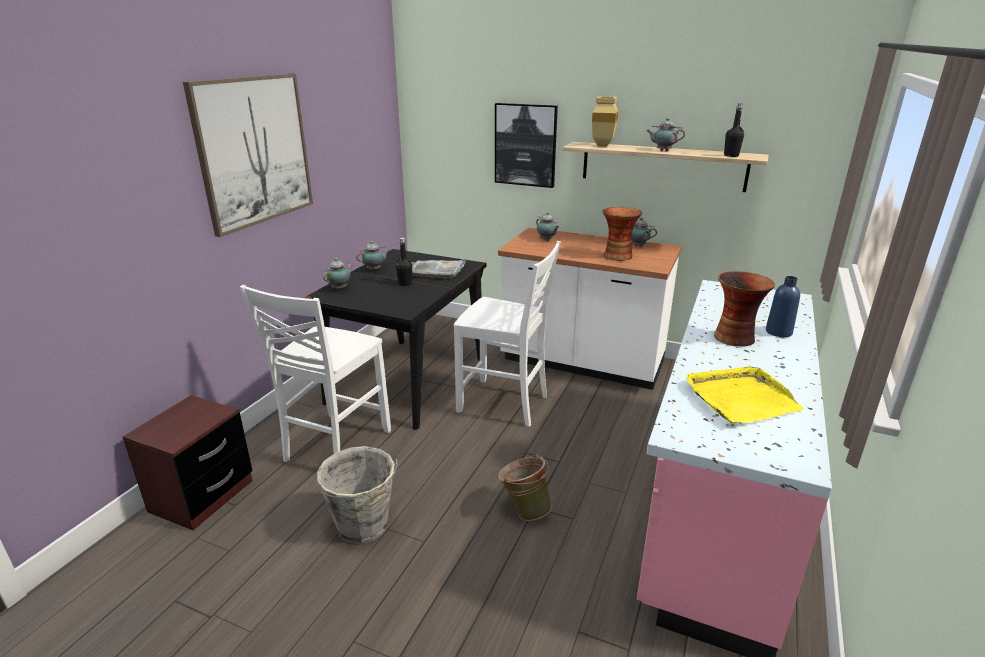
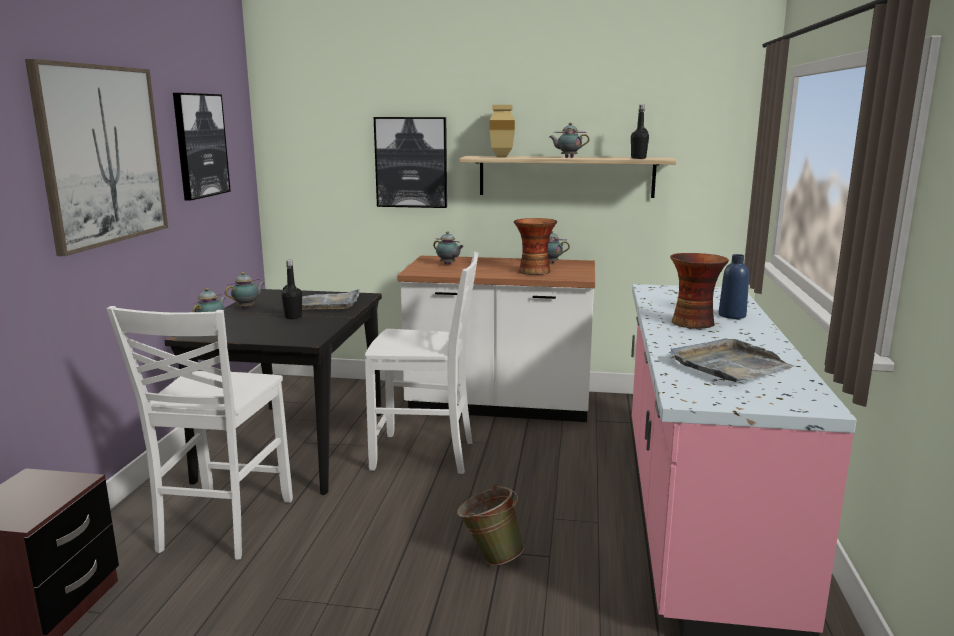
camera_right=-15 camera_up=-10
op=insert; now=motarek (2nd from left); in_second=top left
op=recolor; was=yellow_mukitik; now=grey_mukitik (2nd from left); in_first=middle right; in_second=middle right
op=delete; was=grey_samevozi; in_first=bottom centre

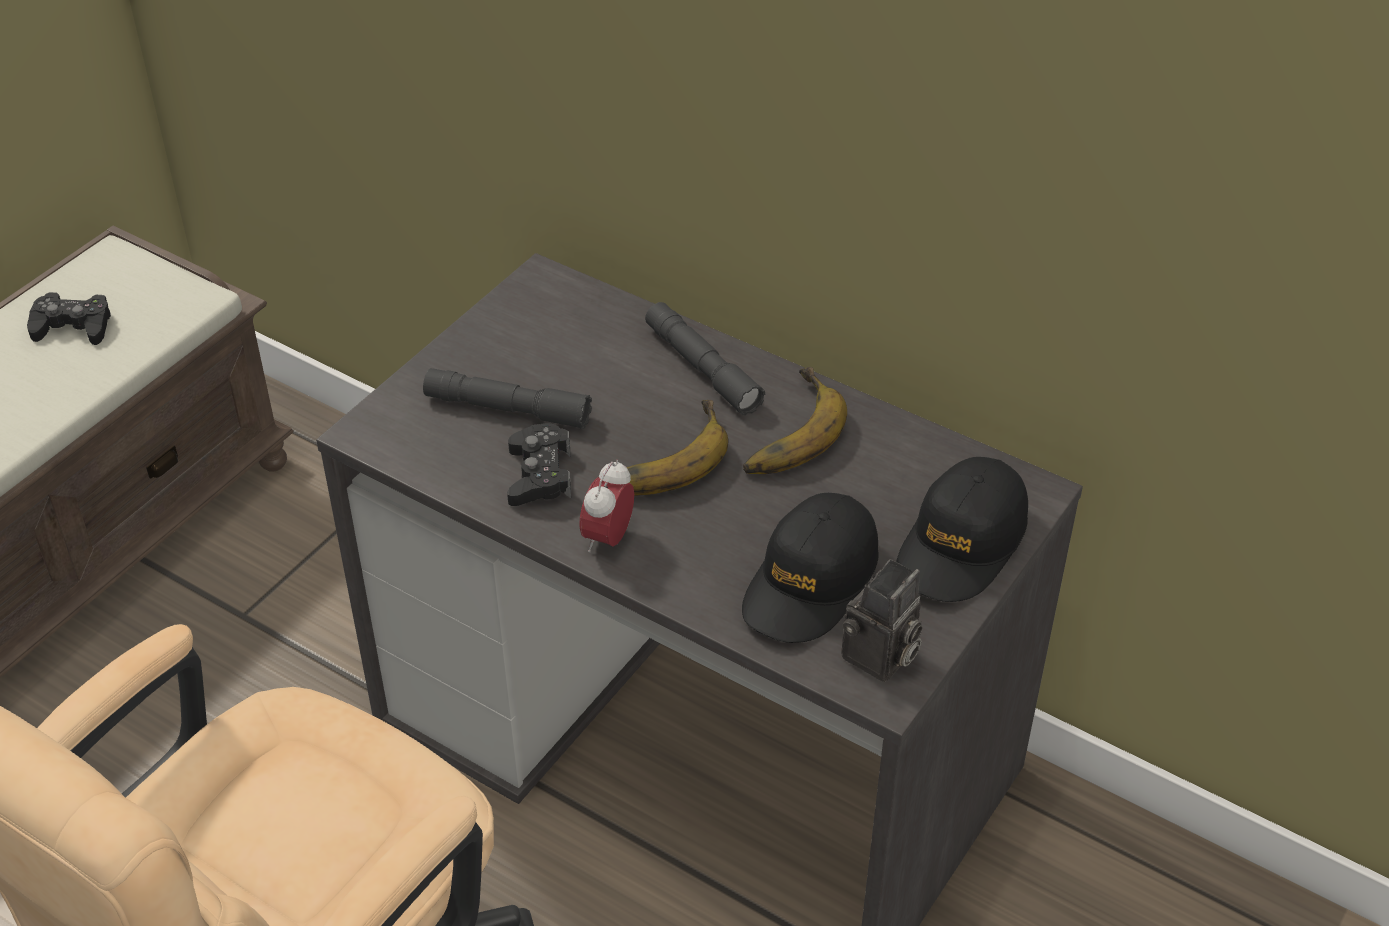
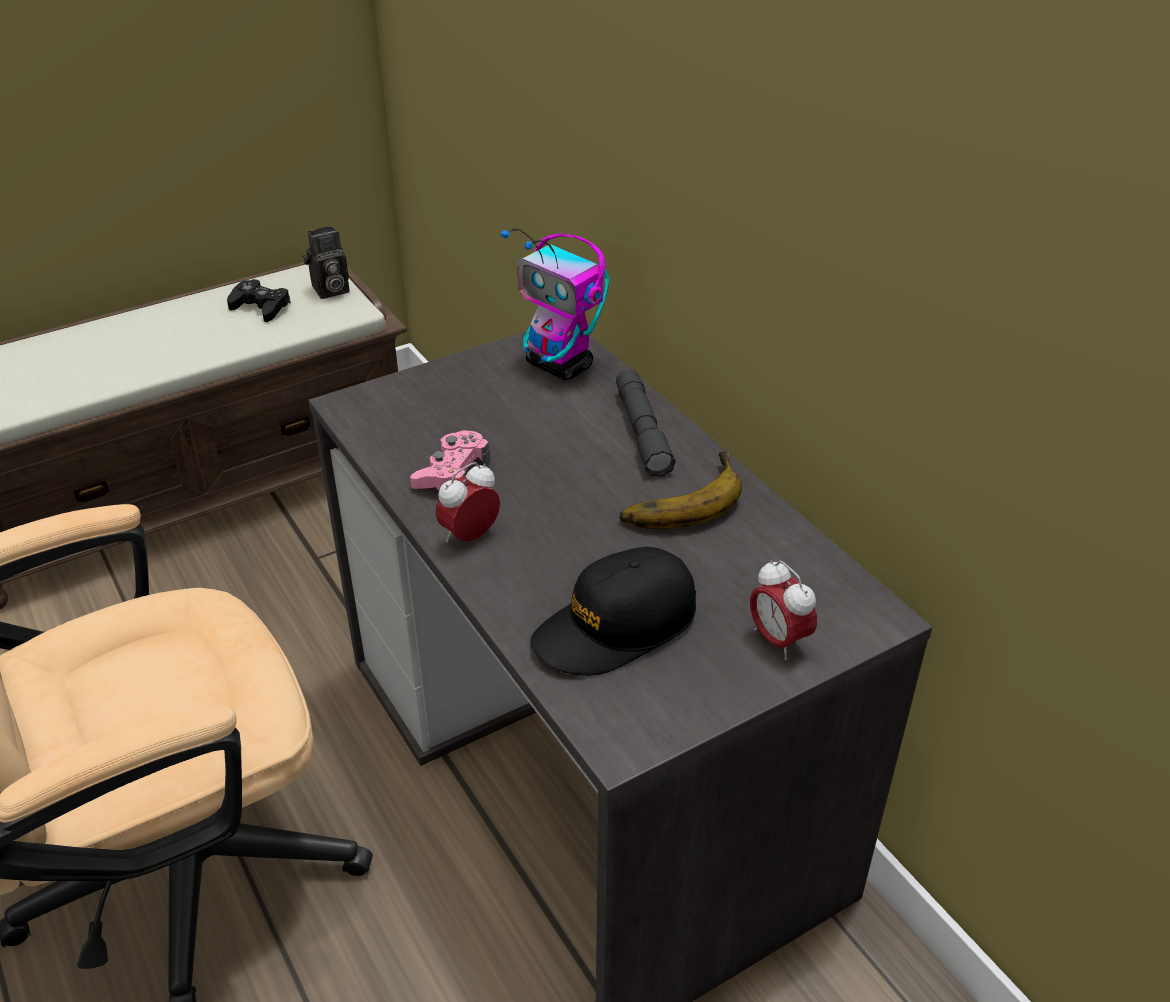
camera_right=25 camera_up=-5
op=move; was=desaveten; in_first=bottom centre; in_second=top left
op=recolor; was=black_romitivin (2nd from left); now=pink_romitivin; in_first=centre; in_second=centre
op=insert; now=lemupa; in_second=top centre
op=replace; was=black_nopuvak (2nd from left); now=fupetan (2nd from left); in_first=middle right; in_second=middle right
op=delete; was=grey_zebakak (1st from left); in_first=centre
op=delete; was=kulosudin (1st from left); in_first=centre

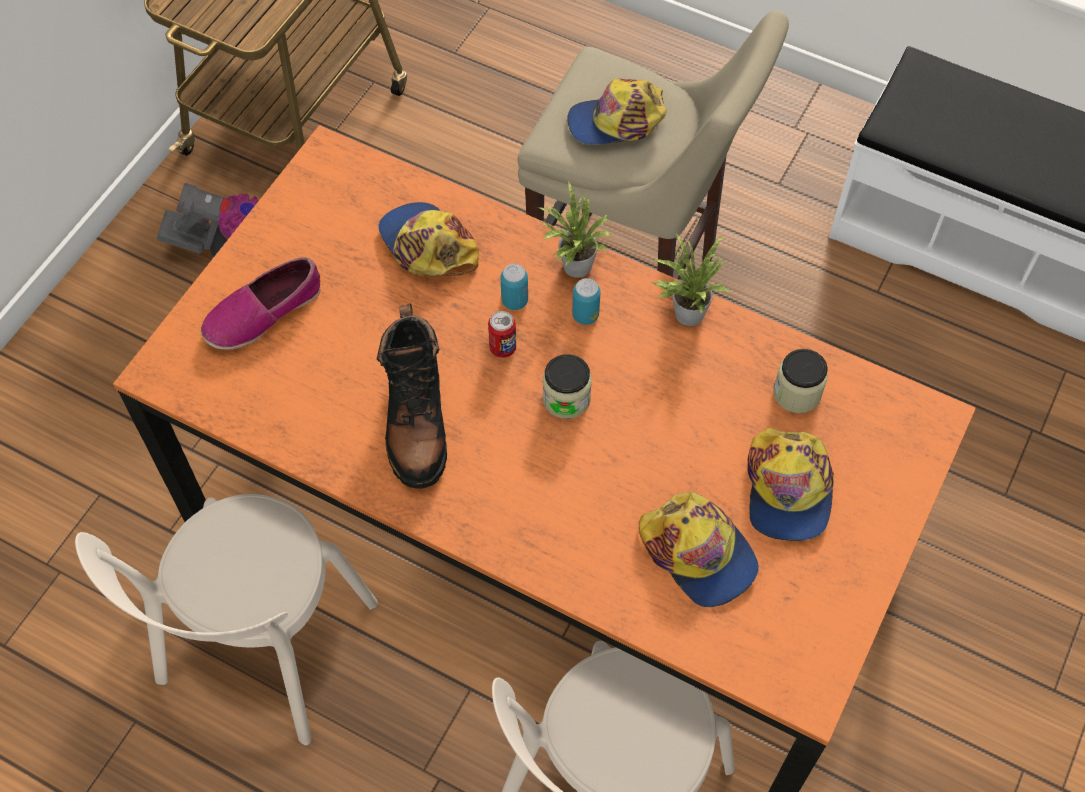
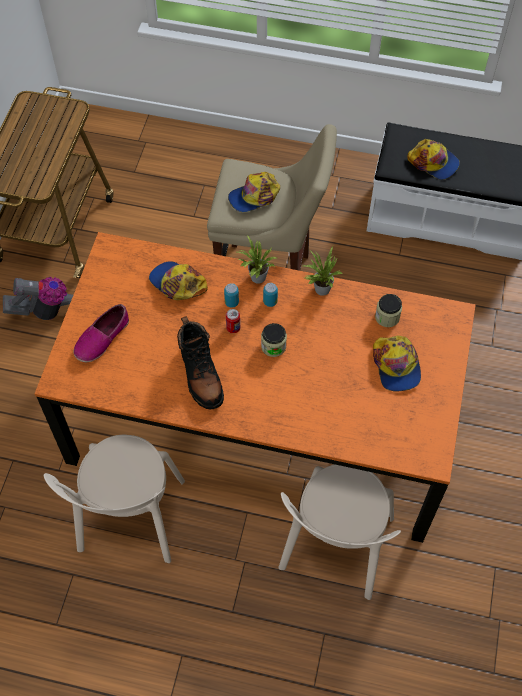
camera_right=-15 camera_up=0
op=move; was=nopuvak (3rd from left in the first image); now=nopuvak (4th from left); in_first=bottom centre; in_second=top right

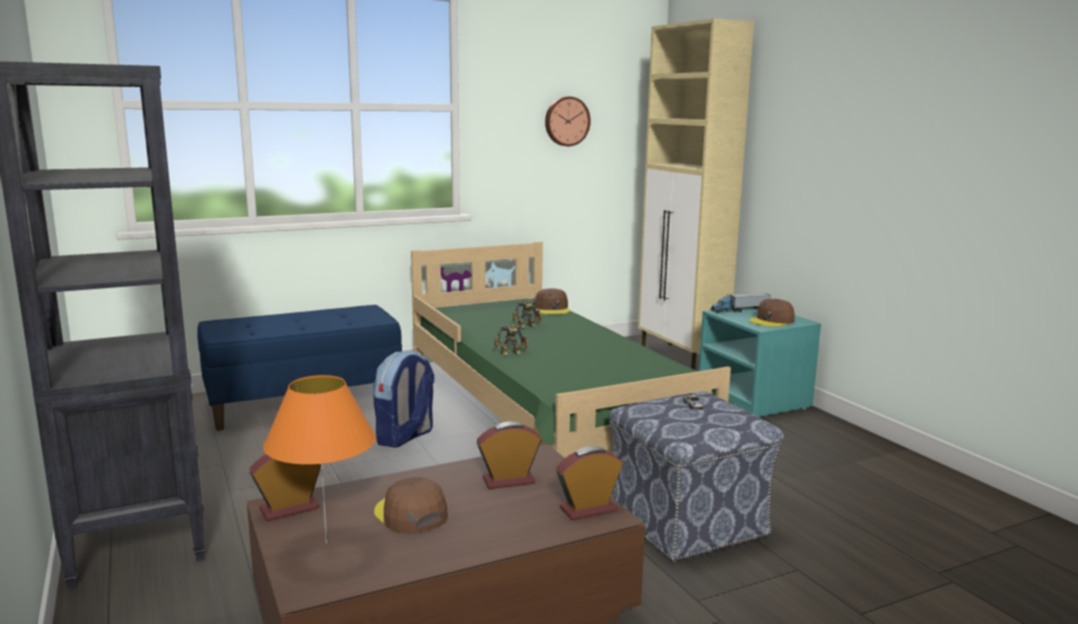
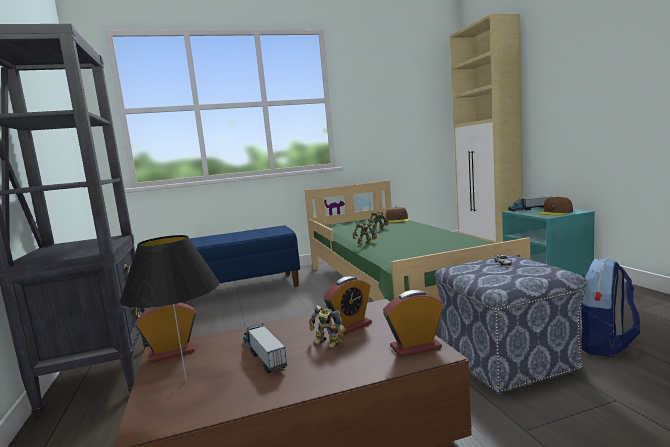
camera_right=10 camera_up=-5
op=recolor; was=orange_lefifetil; now=black_lefifetil; in_first=bottom left; in_second=bottom left
op=replace; was=brown_nopuvak (1st from left); now=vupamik (1st from left); in_first=bottom centre; in_second=bottom centre
op=insert; now=lemupa (1st from left); in_second=bottom centre
op=rotate; was=fupetan (2nd from left); in_first=bottom centre; in_second=bottom centre; clockwise=150
op=move; was=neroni; in_first=centre; in_second=bottom right
op=delete; was=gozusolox; in_first=top centre

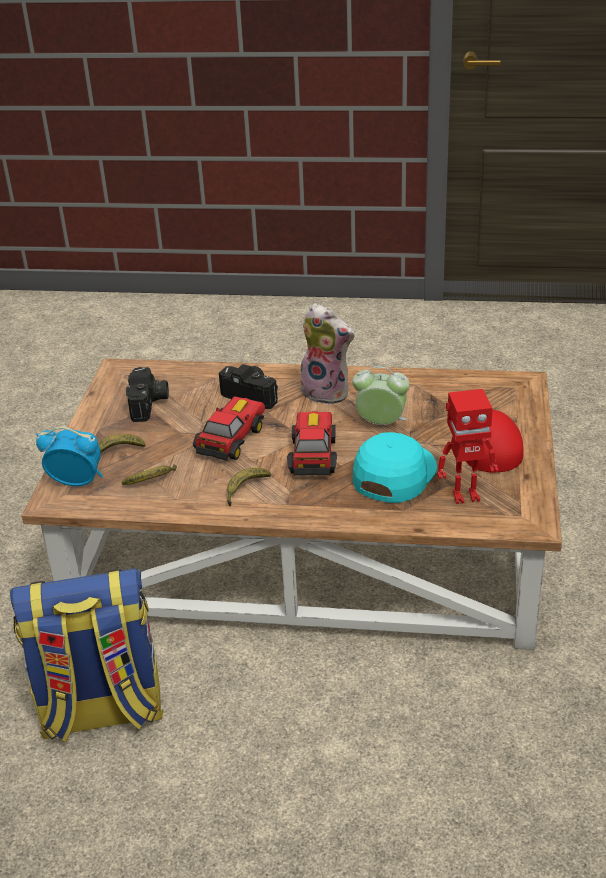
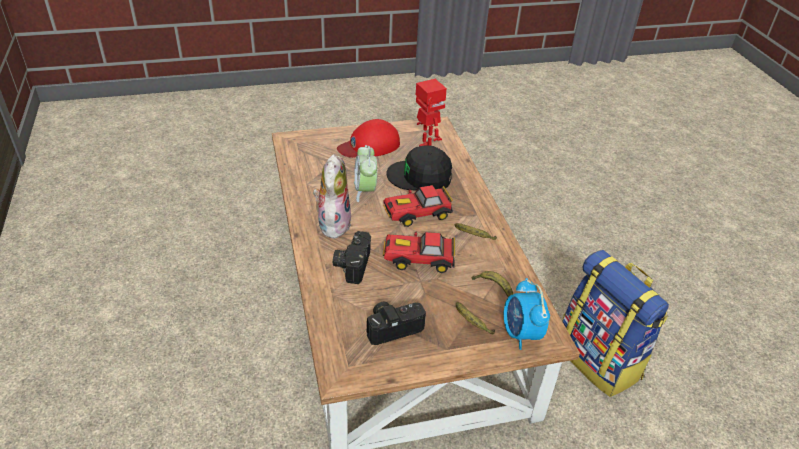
camera_right=-115 camera_up=5
op=recolor; was=turquoise_nopuvak; now=black_nopuvak; in_first=centre; in_second=centre

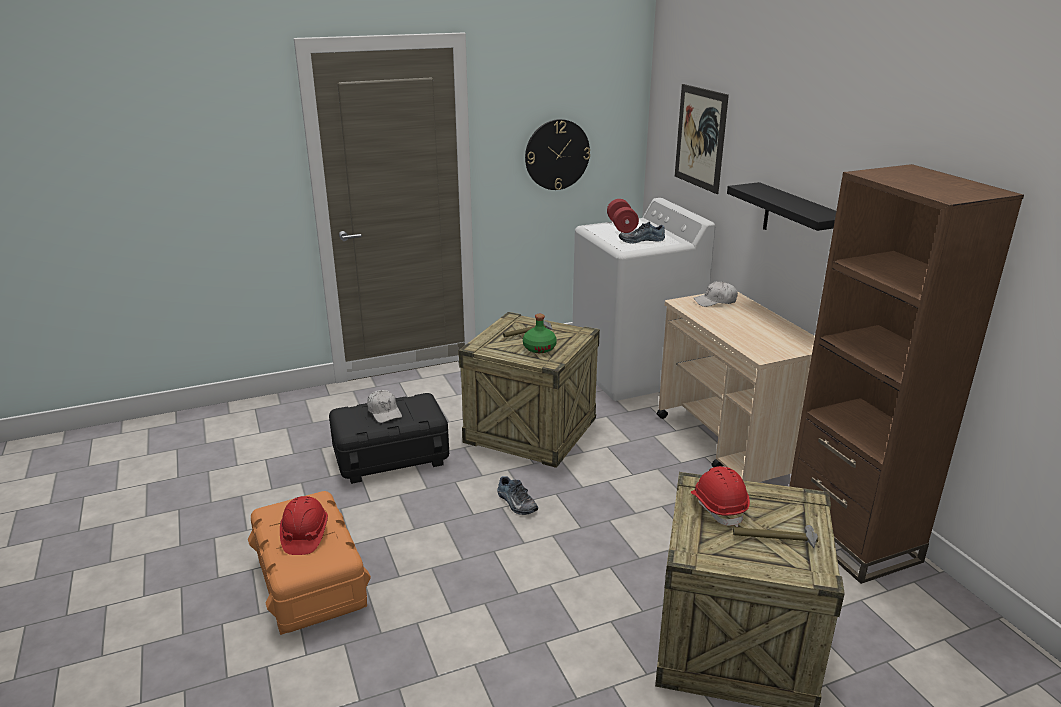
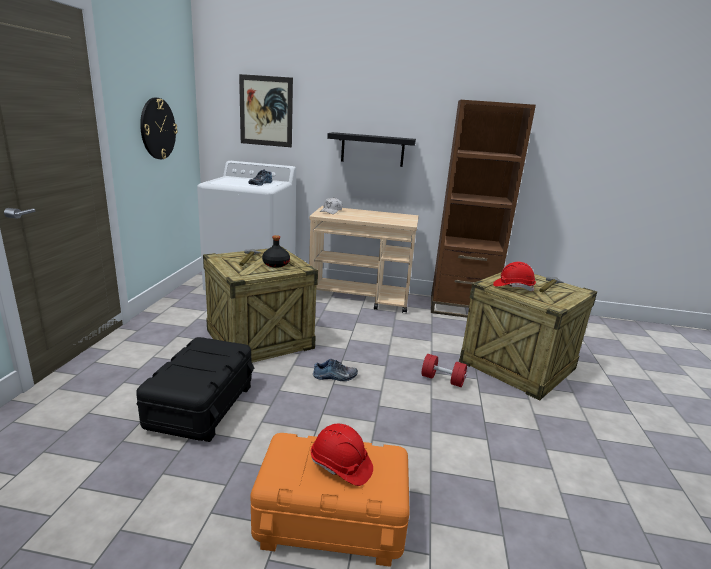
camera_right=-60 camera_up=-5
op=recolor; was=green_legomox; now=black_legomox; in_first=centre; in_second=centre
op=move; was=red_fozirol; in_first=top centre; in_second=centre
op=delete; was=white_nopuvak (1st from left); in_first=centre

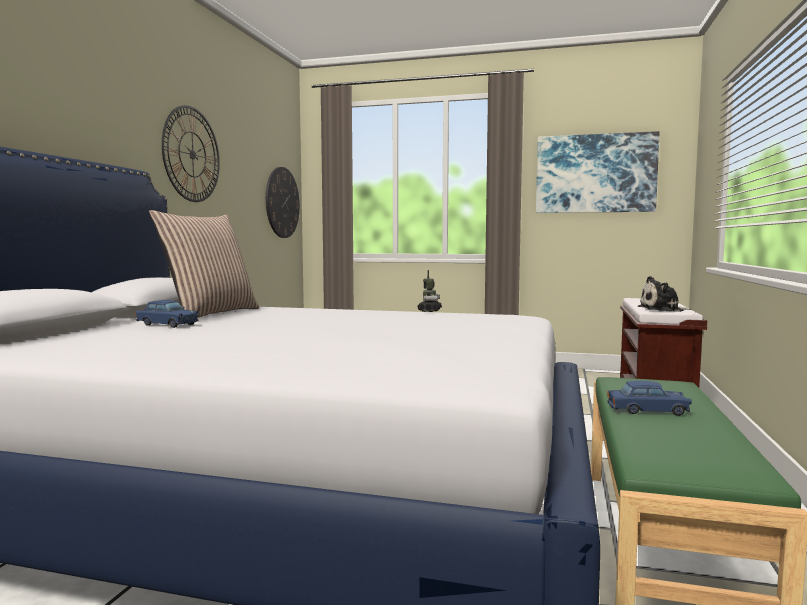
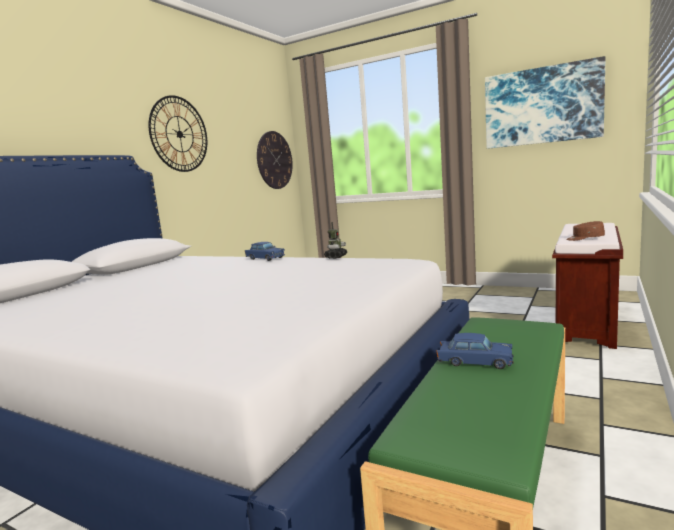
camera_right=15 camera_up=5
op=move; was=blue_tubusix (1st from left); in_first=middle left; in_second=centre
op=replace; was=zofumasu; now=brown_nopuvak; in_first=middle right; in_second=middle right
op=delete; was=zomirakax; in_first=middle left

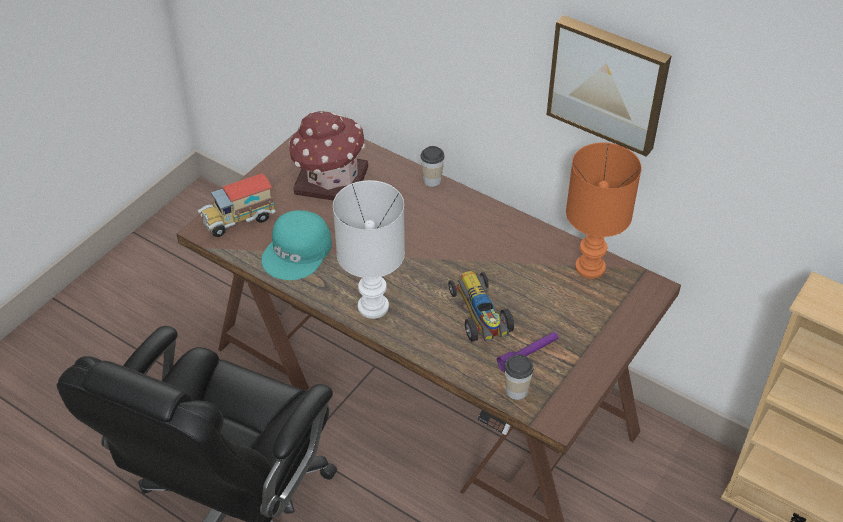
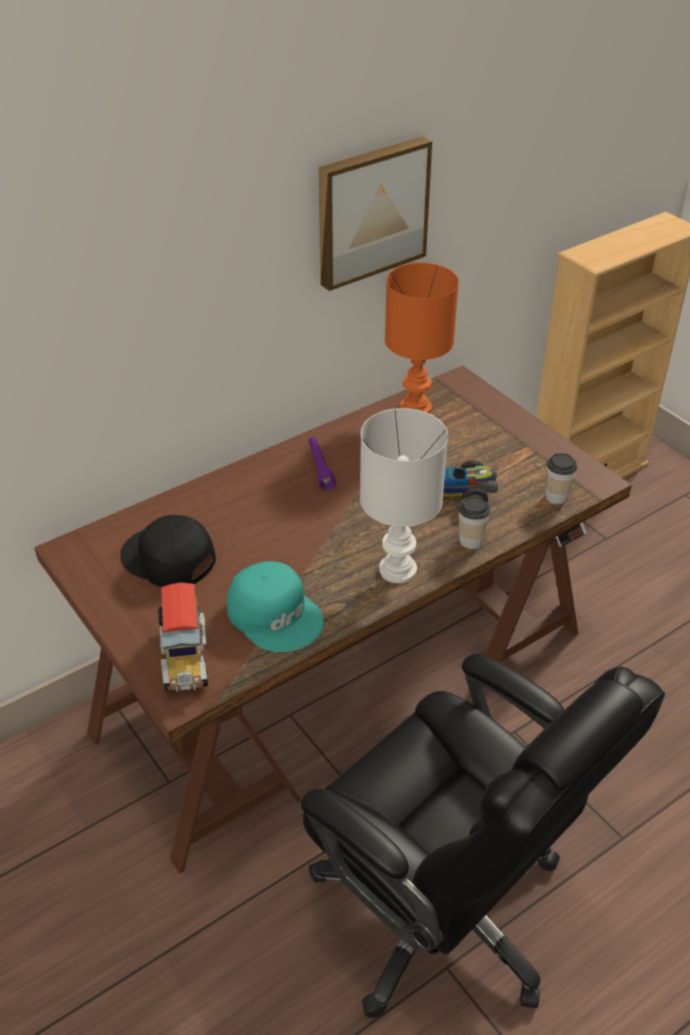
camera_right=-70 camera_up=-5
op=replace; was=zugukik; now=black_nopuvak; in_first=top centre; in_second=middle left
op=move; was=purple_zebakak; in_first=bottom centre; in_second=centre
op=move; was=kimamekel (1st from left); in_first=top centre; in_second=middle right

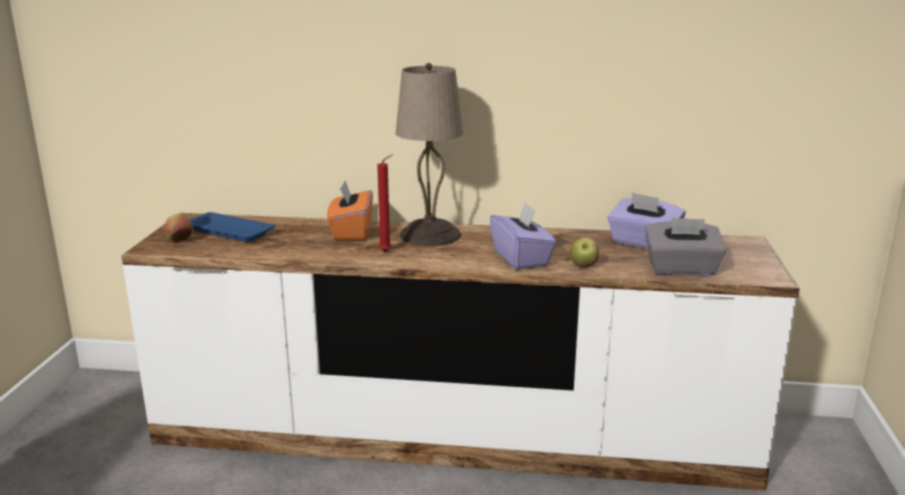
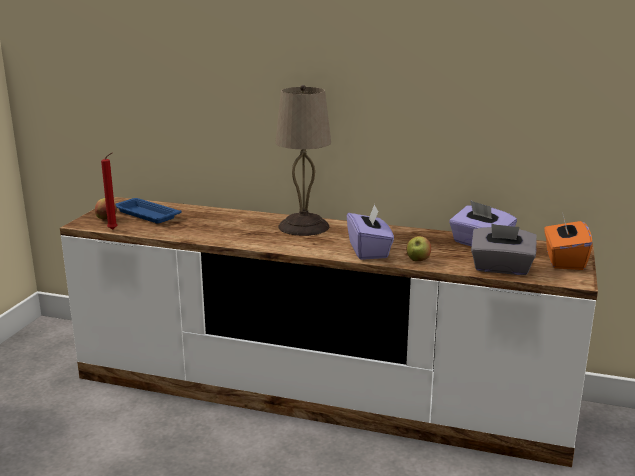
camera_right=10 camera_up=0
op=move; was=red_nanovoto; in_first=centre; in_second=middle left
op=move; was=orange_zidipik; in_first=centre; in_second=middle right

